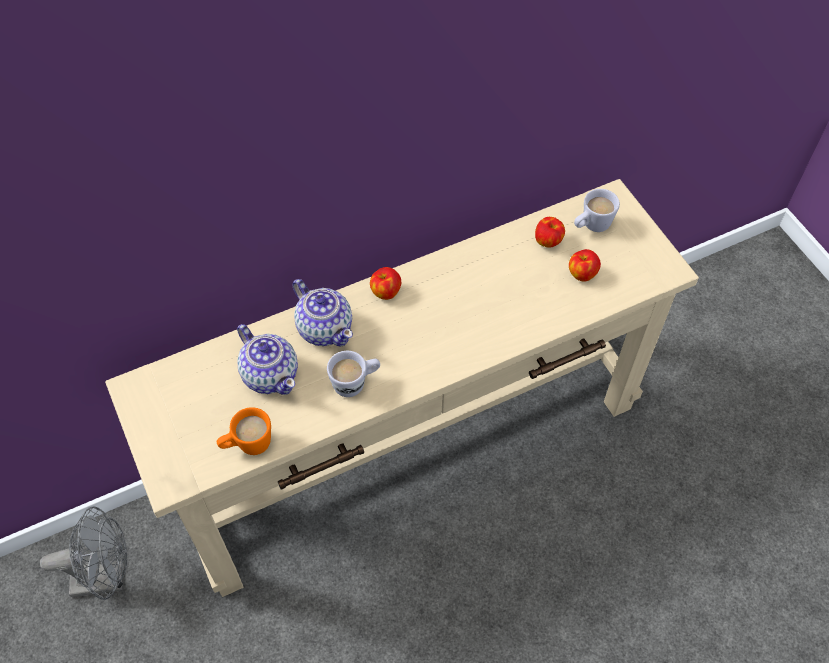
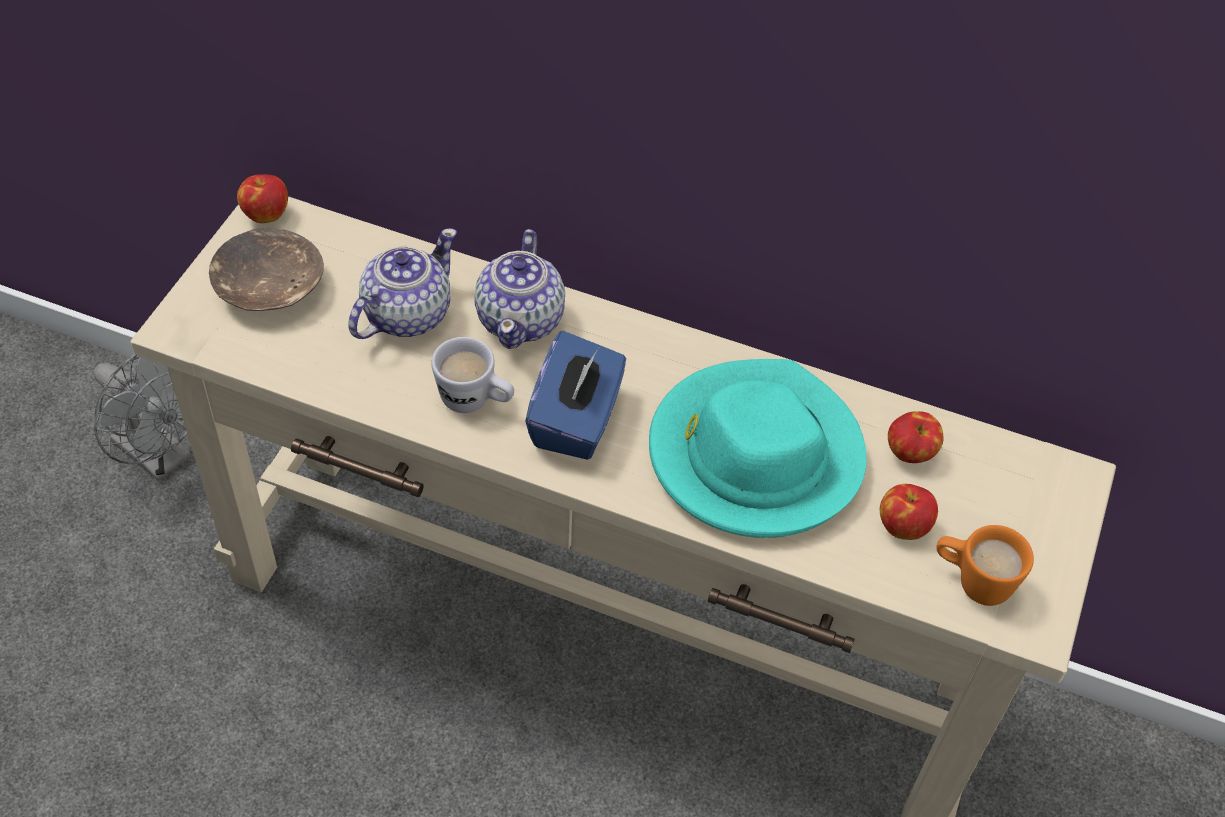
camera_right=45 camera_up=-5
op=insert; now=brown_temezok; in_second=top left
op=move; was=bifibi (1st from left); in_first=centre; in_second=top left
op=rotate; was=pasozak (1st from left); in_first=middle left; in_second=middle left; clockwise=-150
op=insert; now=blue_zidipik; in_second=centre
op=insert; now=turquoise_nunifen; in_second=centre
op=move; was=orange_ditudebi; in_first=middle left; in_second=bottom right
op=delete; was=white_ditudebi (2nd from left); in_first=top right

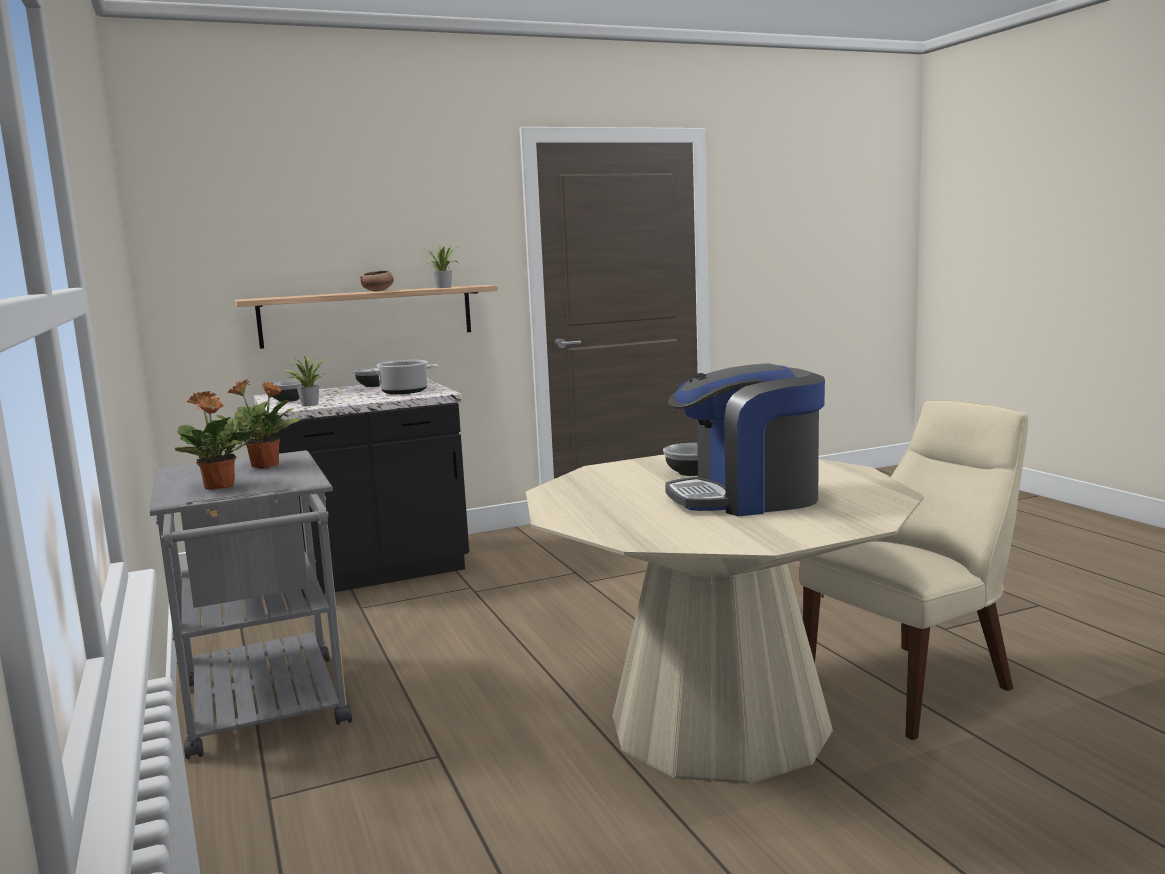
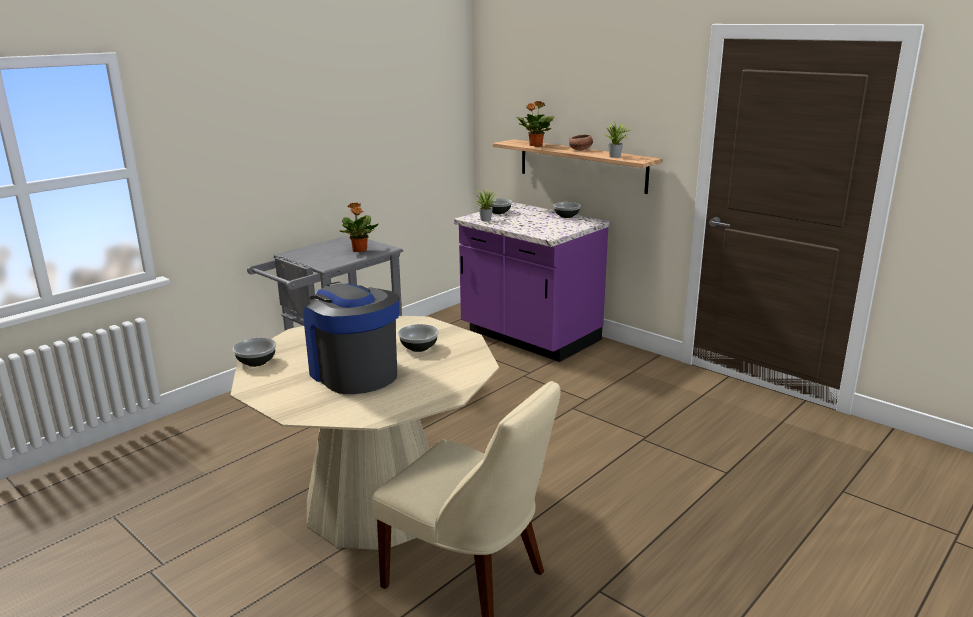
camera_right=65 camera_up=10
op=insert; now=temezok (1st from left); in_second=middle left
op=recolor; was=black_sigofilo; now=purple_sigofilo; in_first=middle left; in_second=centre
op=move; was=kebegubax (1st from left in the first image); now=kebegubax (3rd from left); in_first=middle left; in_second=top centre
op=delete; was=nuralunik; in_first=centre

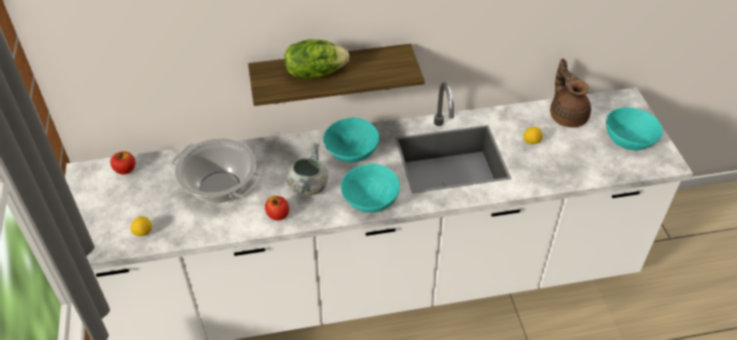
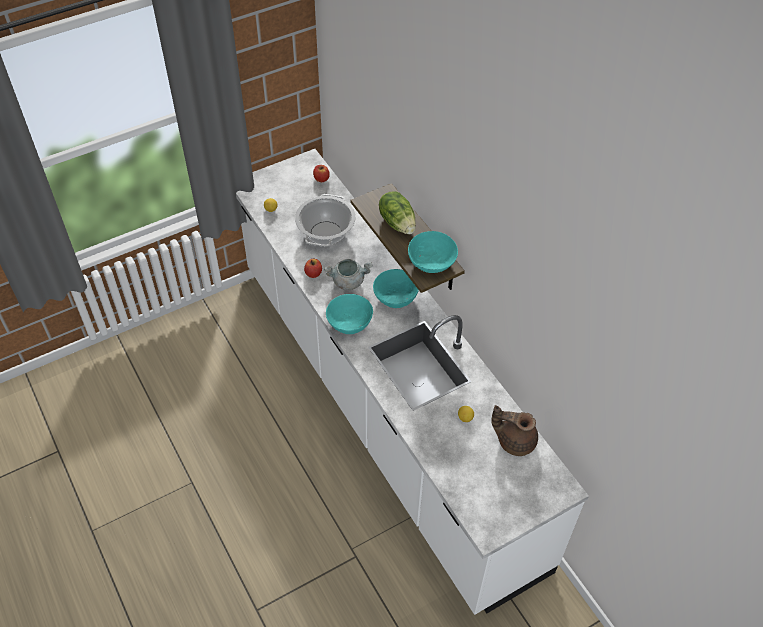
camera_right=70 camera_up=5
op=move; was=turquoise_temezok (3rd from left); in_first=middle right; in_second=centre
op=rotate; was=brown_pasozak; in_first=top right; in_second=bottom right; clockwise=-120

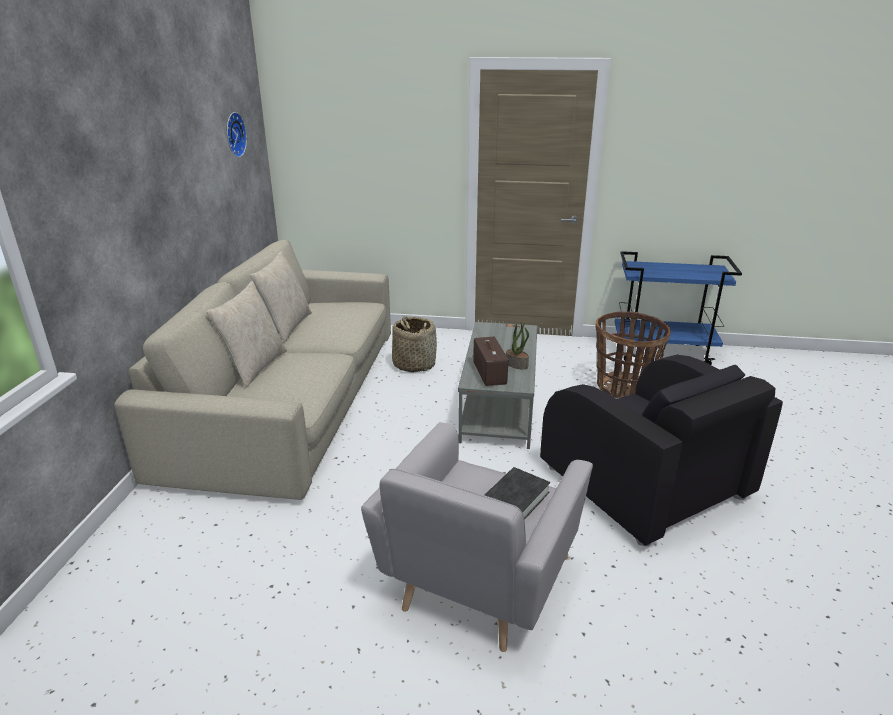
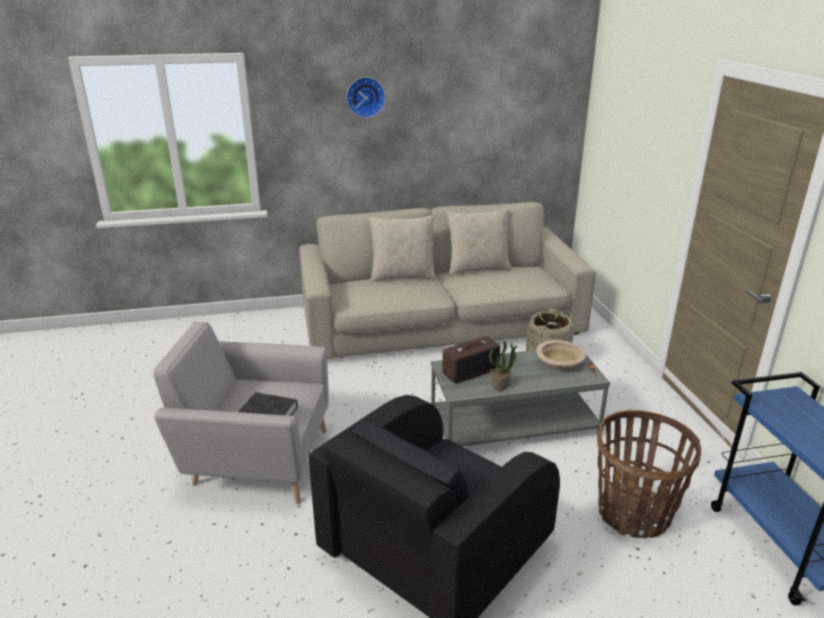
camera_right=70 camera_up=0
op=move; was=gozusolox; in_first=top left; in_second=top centre
op=insert; now=beige_temezok; in_second=middle right

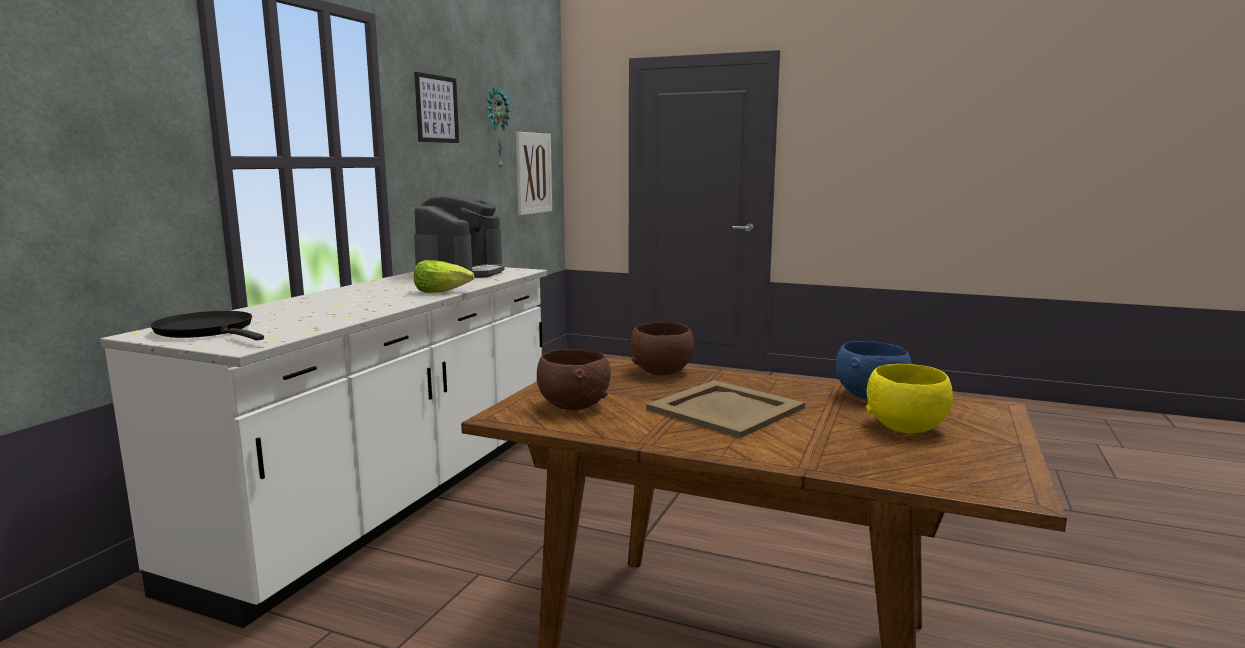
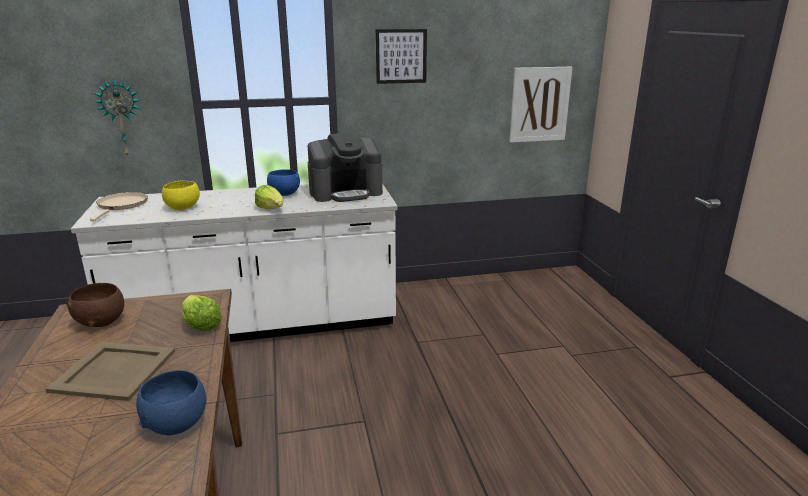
camera_right=55 camera_up=10
op=recolor; was=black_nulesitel; now=beige_nulesitel; in_first=middle left; in_second=middle left
op=move; was=gozusolox; in_first=top centre; in_second=top left
op=move; was=yellow_temezok; in_first=middle right; in_second=middle left
op=replace; was=brown_temezok (2nd from left); now=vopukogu (1st from left); in_first=centre; in_second=middle left
op=insert; now=blue_temezok (2nd from left); in_second=centre

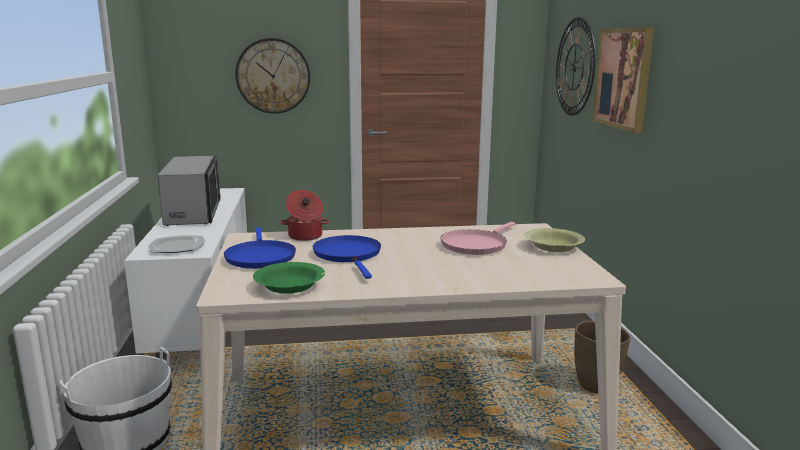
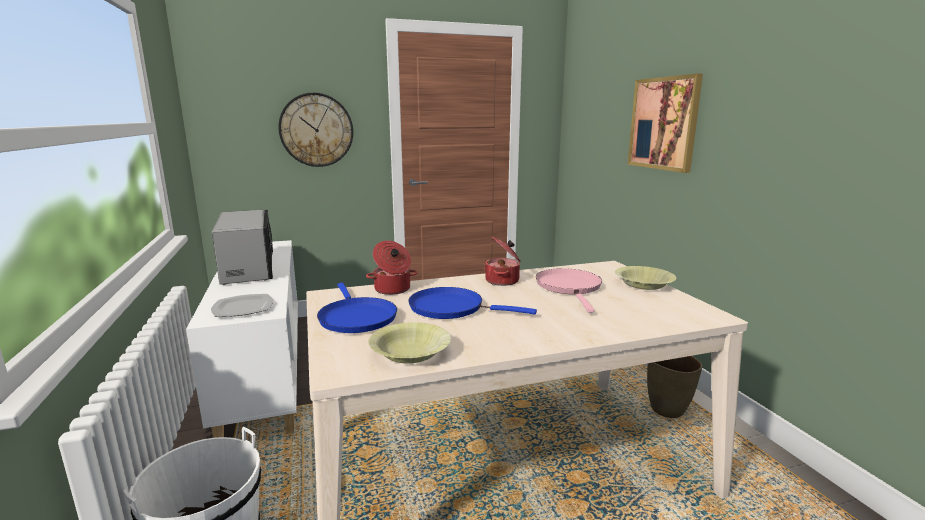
camera_right=-10 camera_up=0
op=recolor; was=green_temezok; now=yellow_temezok (1st from left); in_first=centre; in_second=centre
op=rotate; was=blue_nulesitel (2nd from left); in_first=centre; in_second=centre; clockwise=-45
op=insert; now=nuralunik (2nd from left); in_second=centre
op=rotate; was=pink_nulesitel; in_first=centre; in_second=centre; clockwise=150
op=delete; was=gozusolox (2nd from left); in_first=top right

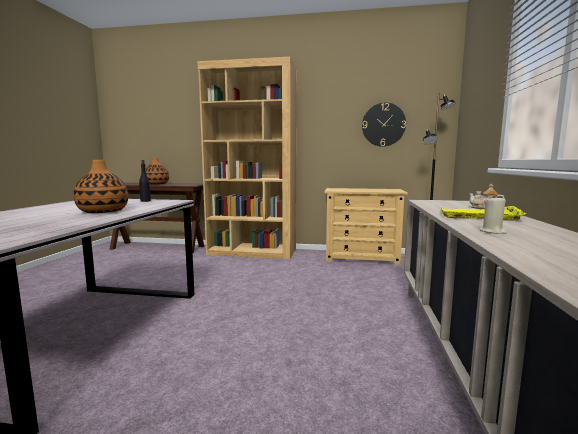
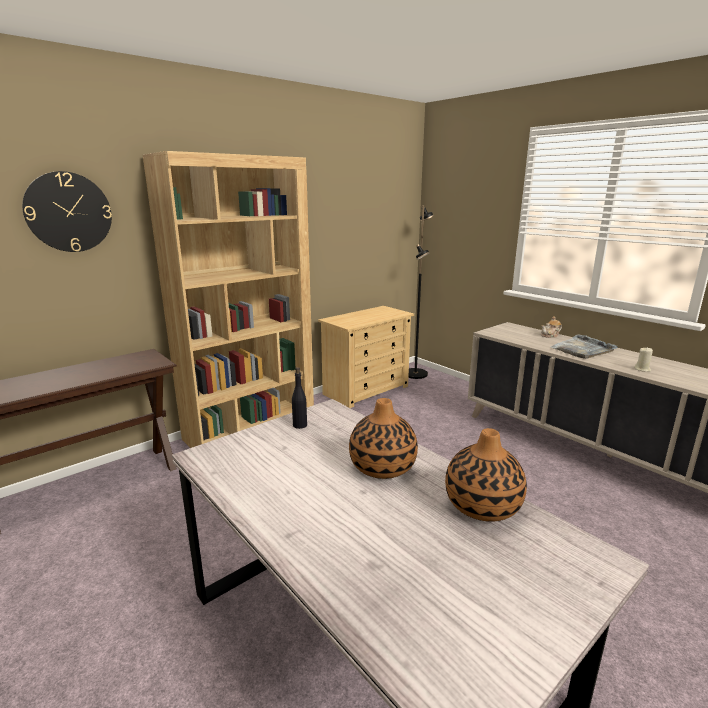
camera_right=-50 camera_up=10
op=move; was=gozusolox; in_first=top centre; in_second=top left
op=move; was=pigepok (2nd from left); in_first=middle left; in_second=bottom right
op=recolor; was=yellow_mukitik; now=grey_mukitik; in_first=middle right; in_second=middle right

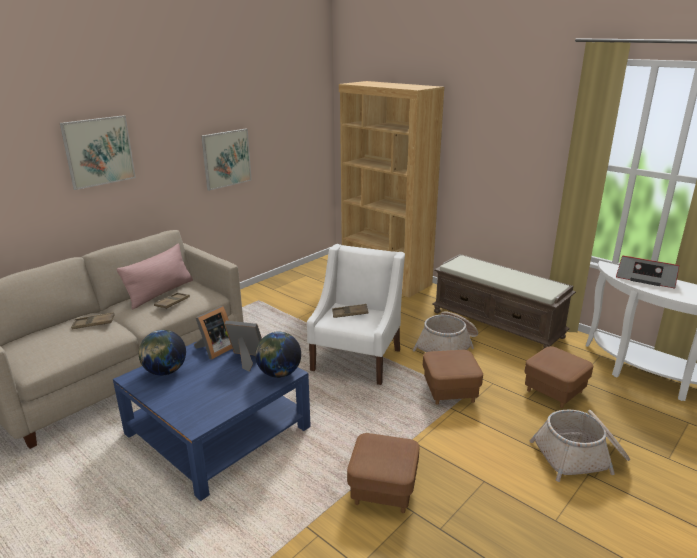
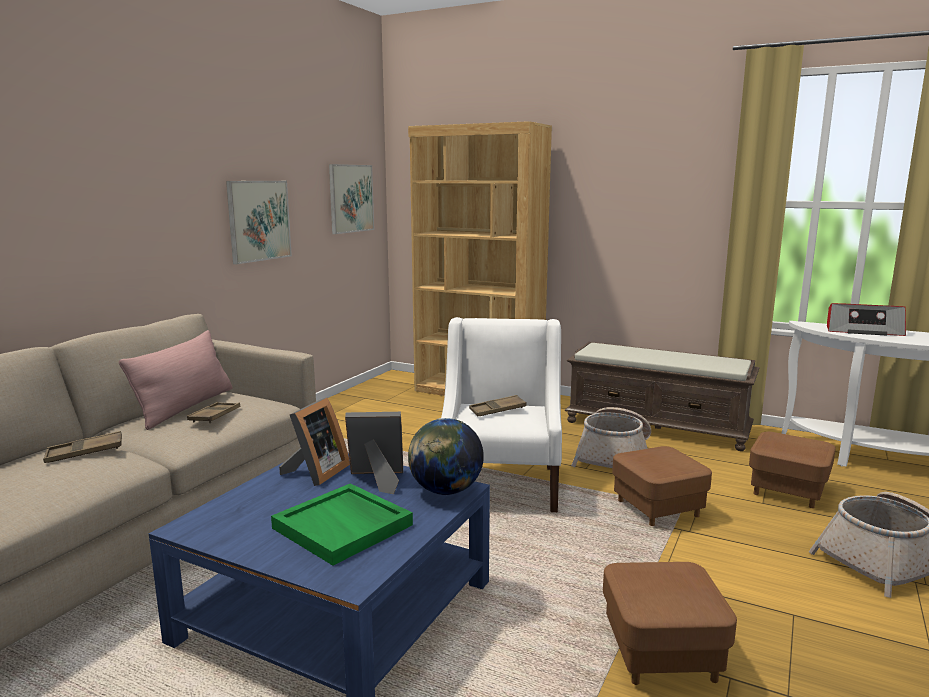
camera_right=-15 camera_up=-10
op=insert; now=green_mukitik; in_second=bottom centre
op=move; was=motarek (1st from left in the first image); now=motarek (2nd from left); in_first=top left; in_second=top centre
op=delete; was=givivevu (1st from left); in_first=middle left

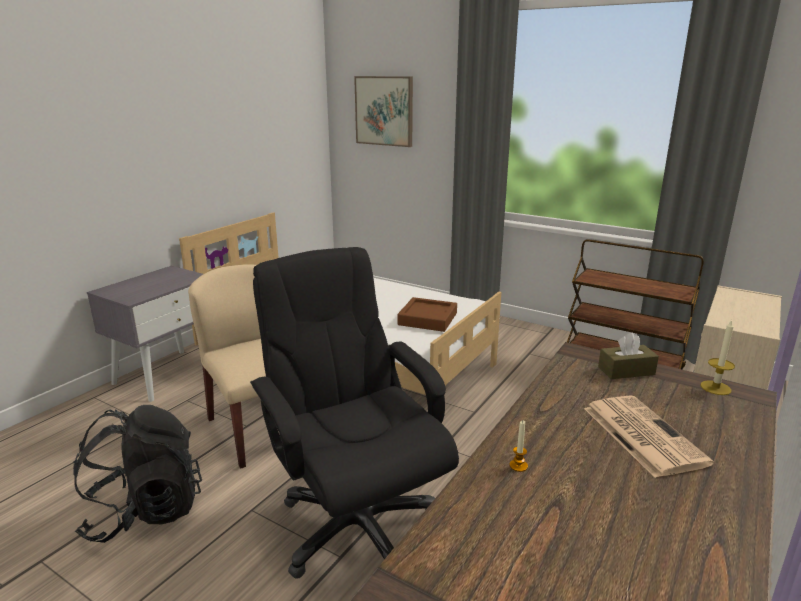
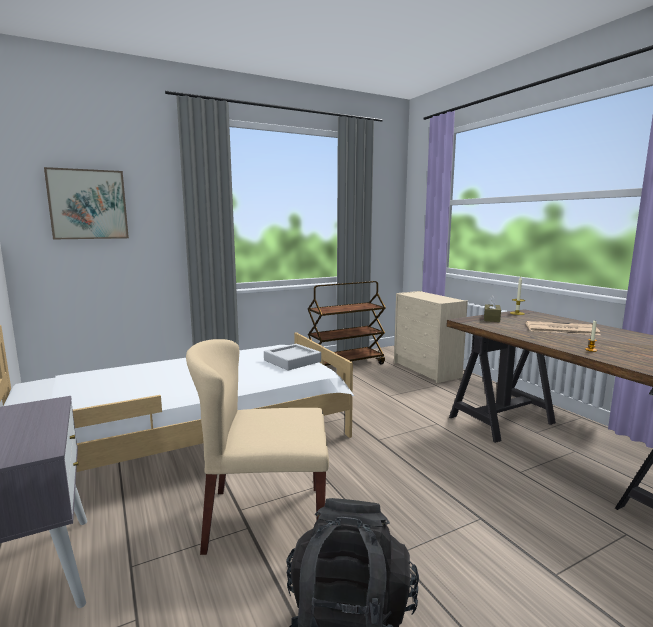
camera_right=-60 camera_up=-10
op=recolor; was=brown_mukitik; now=grey_mukitik; in_first=centre; in_second=centre
op=delete; was=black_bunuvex; in_first=bottom centre

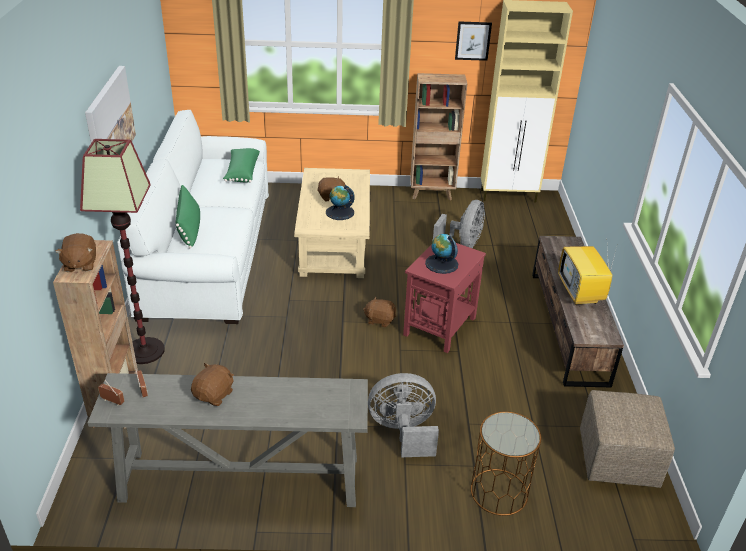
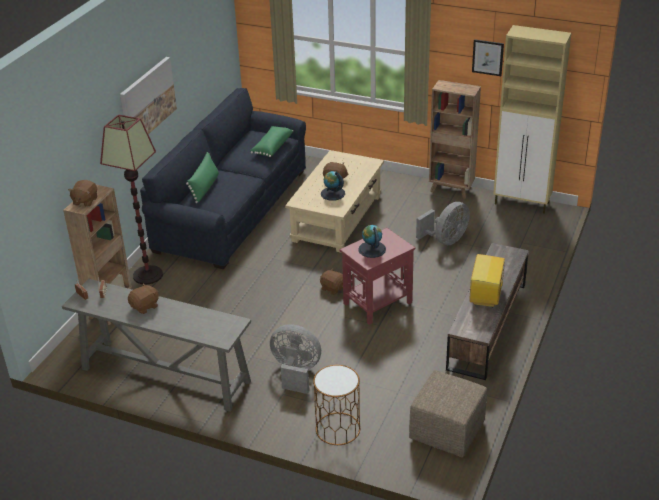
camera_right=25 camera_up=0
op=recolor; was=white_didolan; now=blue_didolan; in_first=middle left; in_second=centre

